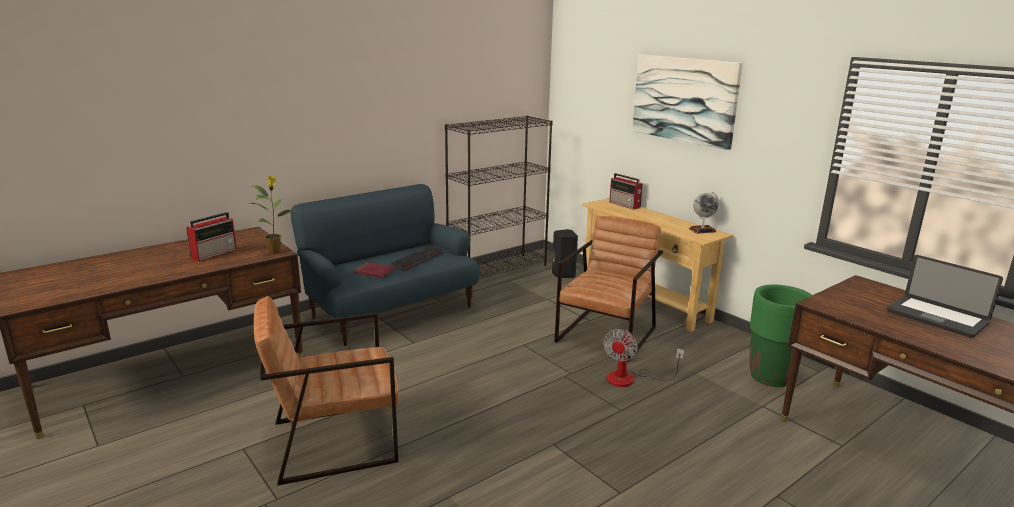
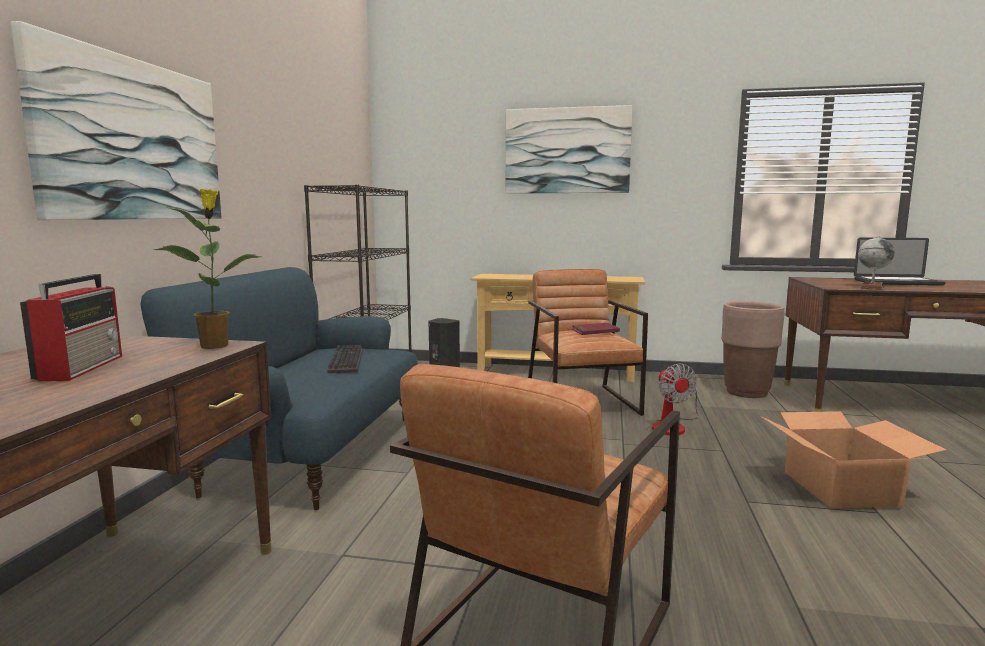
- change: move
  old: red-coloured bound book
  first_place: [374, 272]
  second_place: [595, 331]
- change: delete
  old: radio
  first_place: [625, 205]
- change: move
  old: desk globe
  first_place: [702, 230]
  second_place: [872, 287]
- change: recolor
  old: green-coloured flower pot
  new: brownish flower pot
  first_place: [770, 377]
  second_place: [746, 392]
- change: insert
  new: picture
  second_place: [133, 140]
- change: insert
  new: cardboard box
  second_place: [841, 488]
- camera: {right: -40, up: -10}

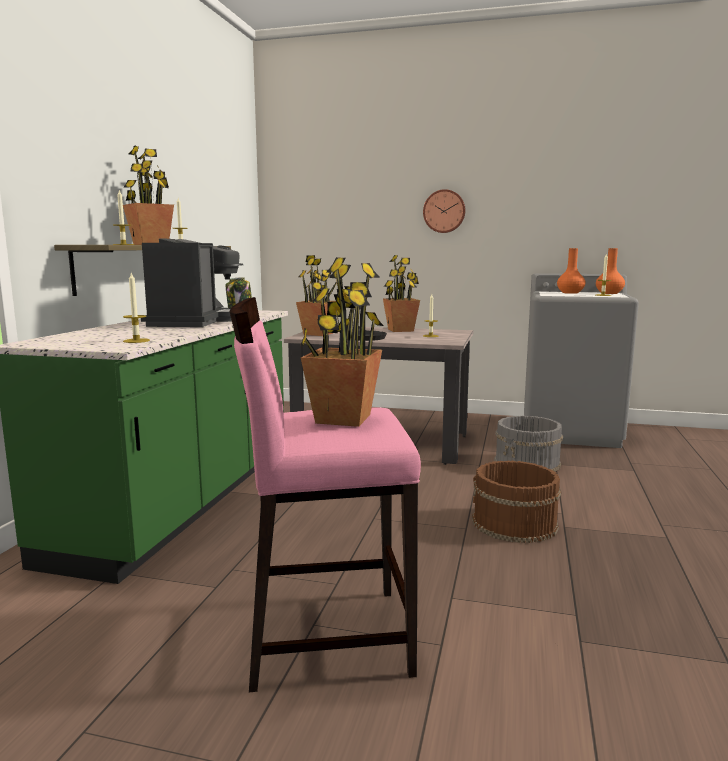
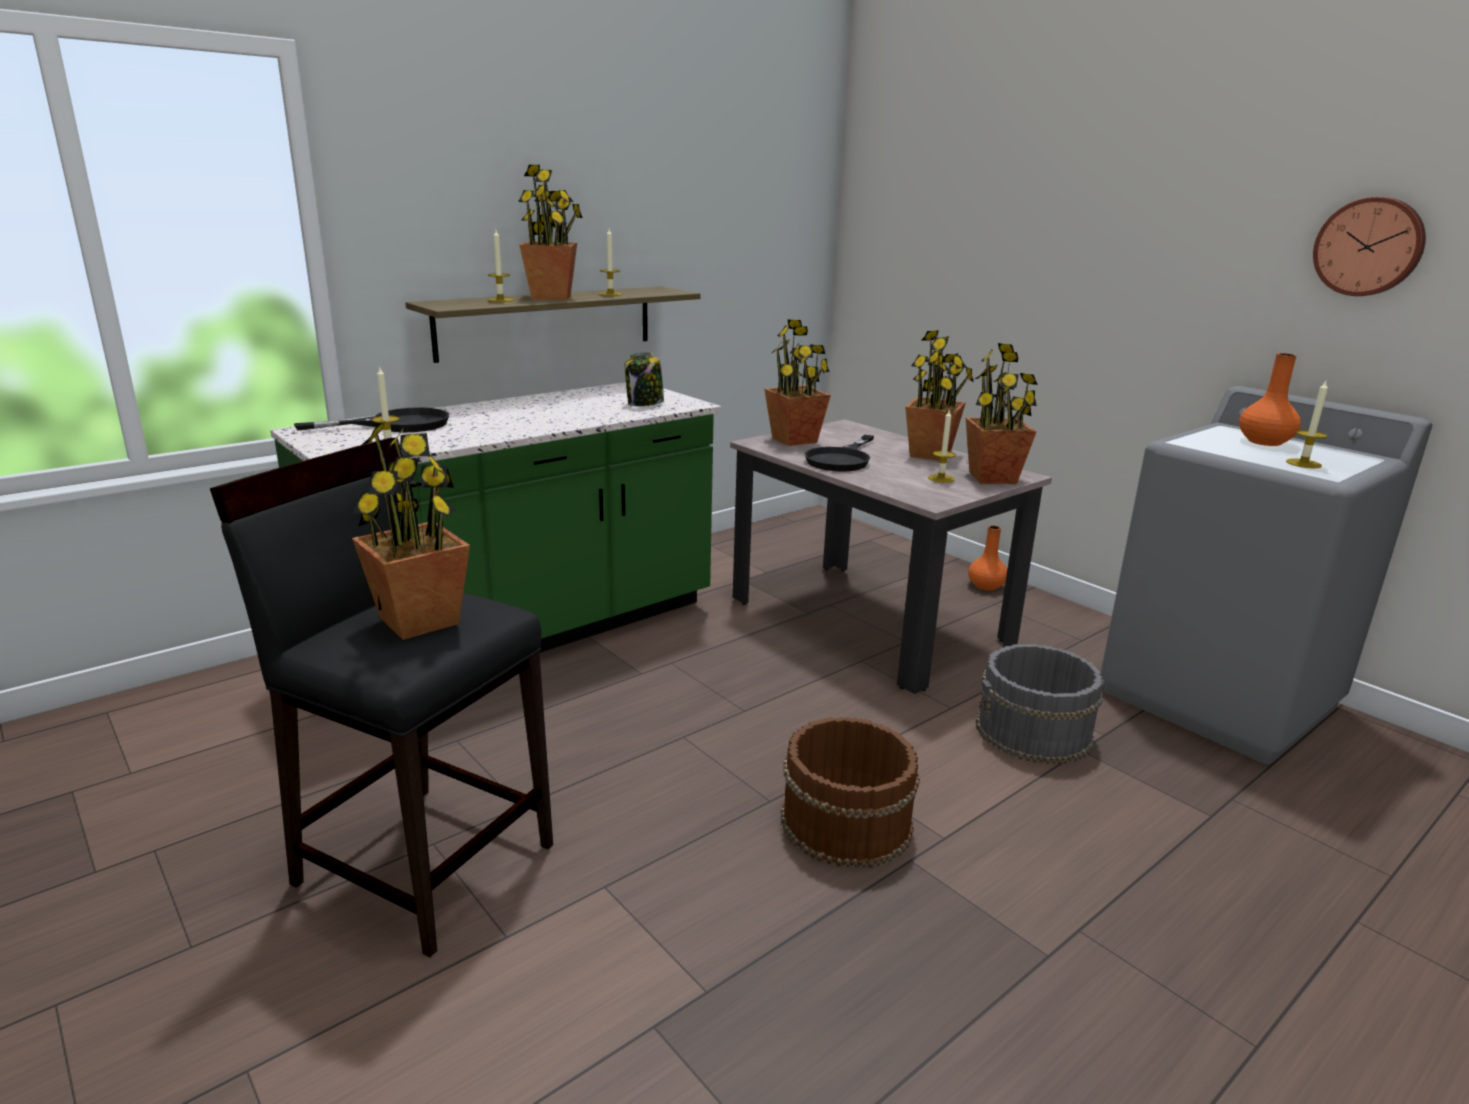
- change: delete
  old: coffee maker
  first_place: [194, 322]
- change: recolor
  old: pink-coloured stool seat
  new: black stool seat
  first_place: [325, 635]
  second_place: [425, 861]
- change: move
  old: clock on the wall
  first_place: [444, 211]
  second_place: [1369, 247]
- change: move
  old: orange flower vase
  first_place: [609, 293]
  second_place: [986, 586]
- change: insert
  new: black frying pan
  second_place: [396, 425]
- change: insert
  new: potted plant
  second_place: [993, 478]
- camera: {right: 35, up: 10}

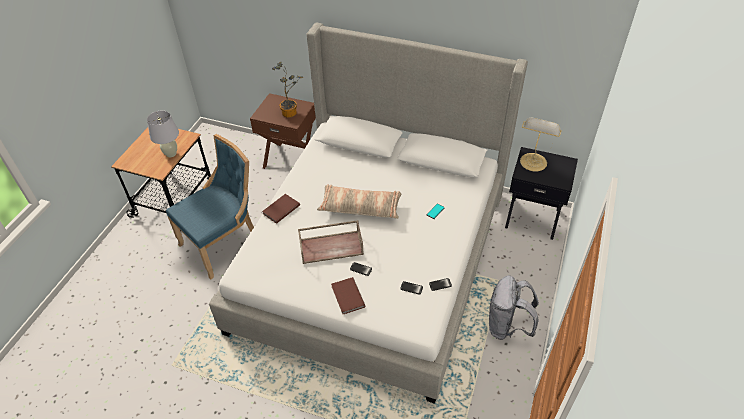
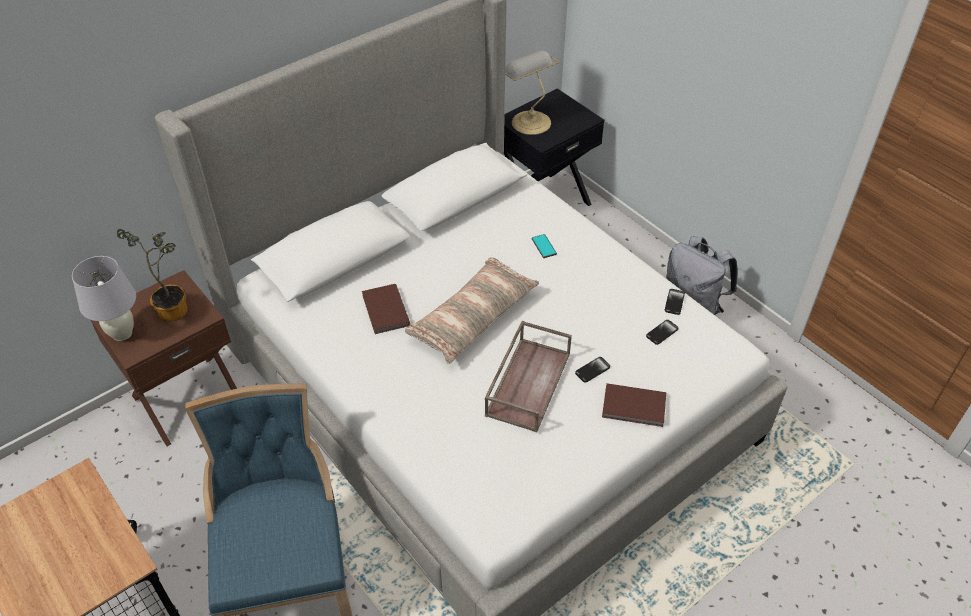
- change: move
  old: whitish tabletop lamp
  first_place: [171, 154]
  second_place: [122, 333]
- change: move
  old: brownish bound book
  first_place: [280, 209]
  second_place: [384, 311]
- camera: {right: -60, up: 0}

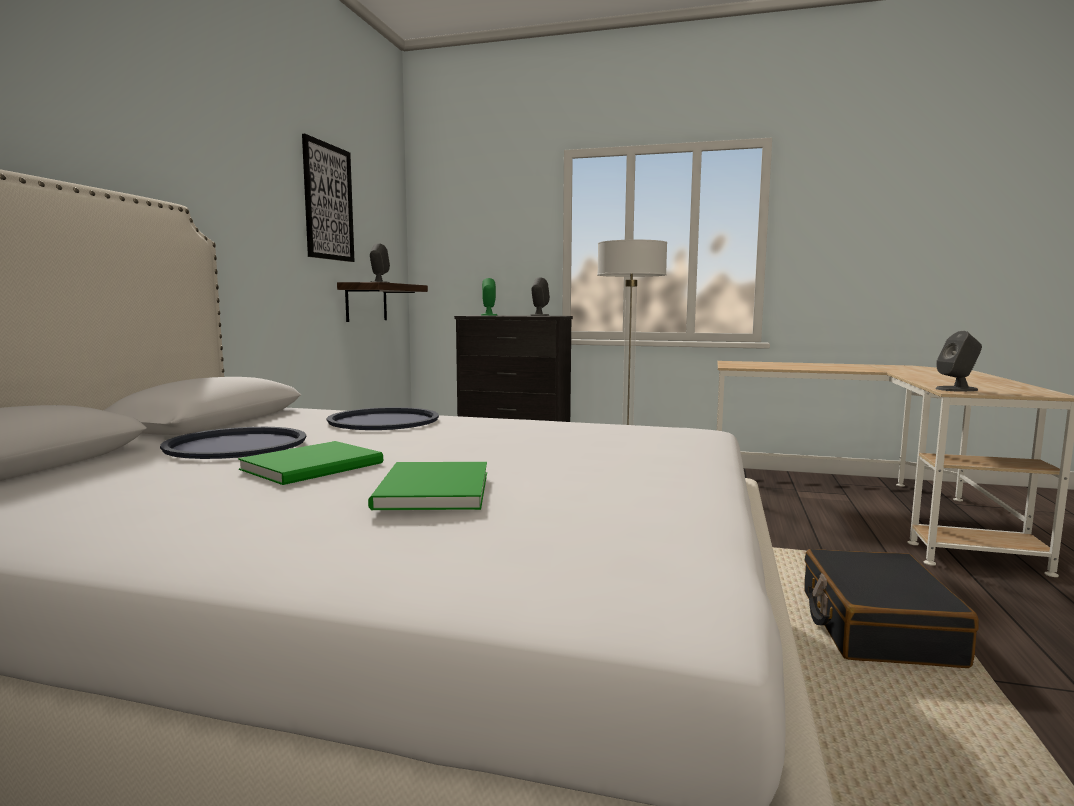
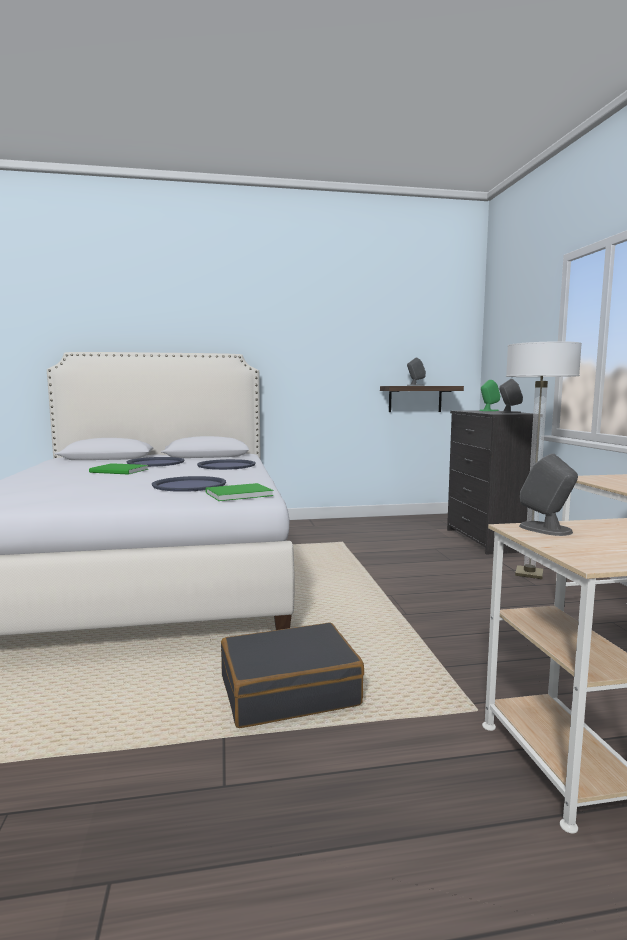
- change: delete
  old: picture
  first_place: [328, 202]
- change: move
  old: green-coloured bound book
  first_place: [429, 491]
  second_place: [236, 494]
- change: insert
  new: blue-coloured tray
  second_place: [189, 485]
- camera: {right: 65, up: 0}

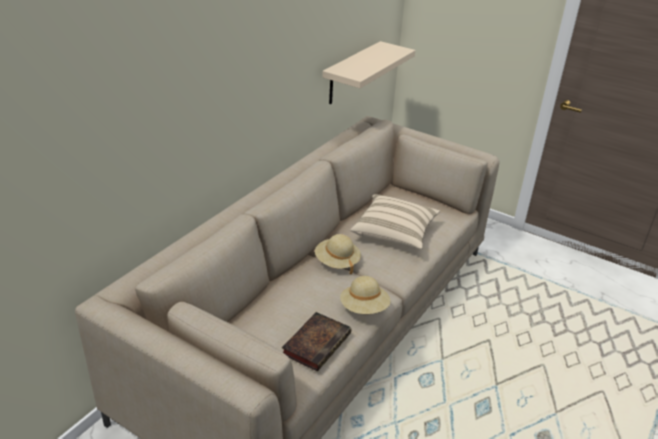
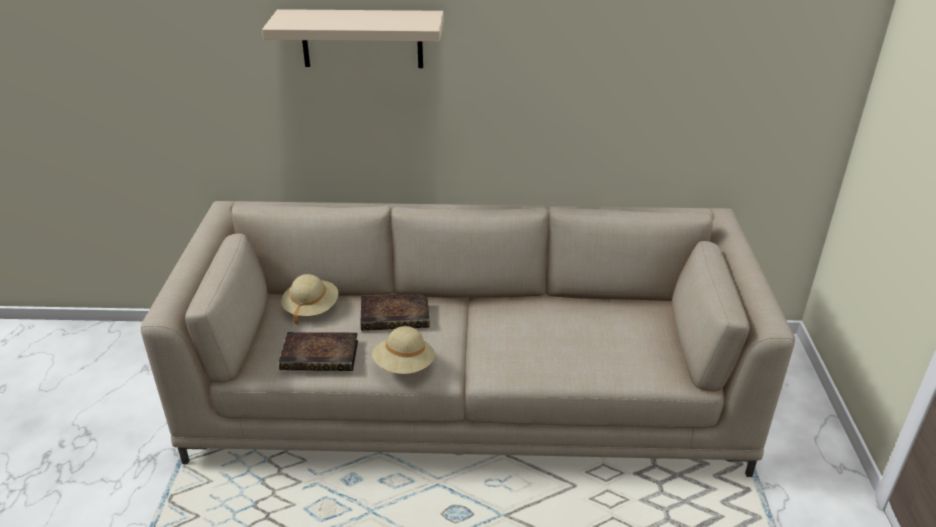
- change: move
  old: beige wearable hat
  first_place: [337, 262]
  second_place: [311, 308]
- change: move
  old: beige shelf
  first_place: [351, 73]
  second_place: [362, 38]
- change: delete
  old: beige cushion
  first_place: [394, 233]
- change: insert
  new: bound book
  second_place: [397, 315]
- camera: {right: 60, up: 0}

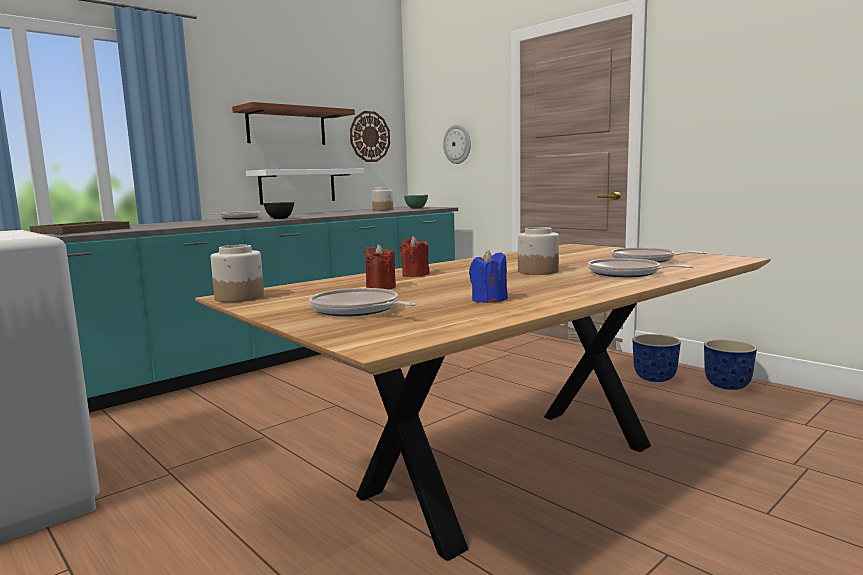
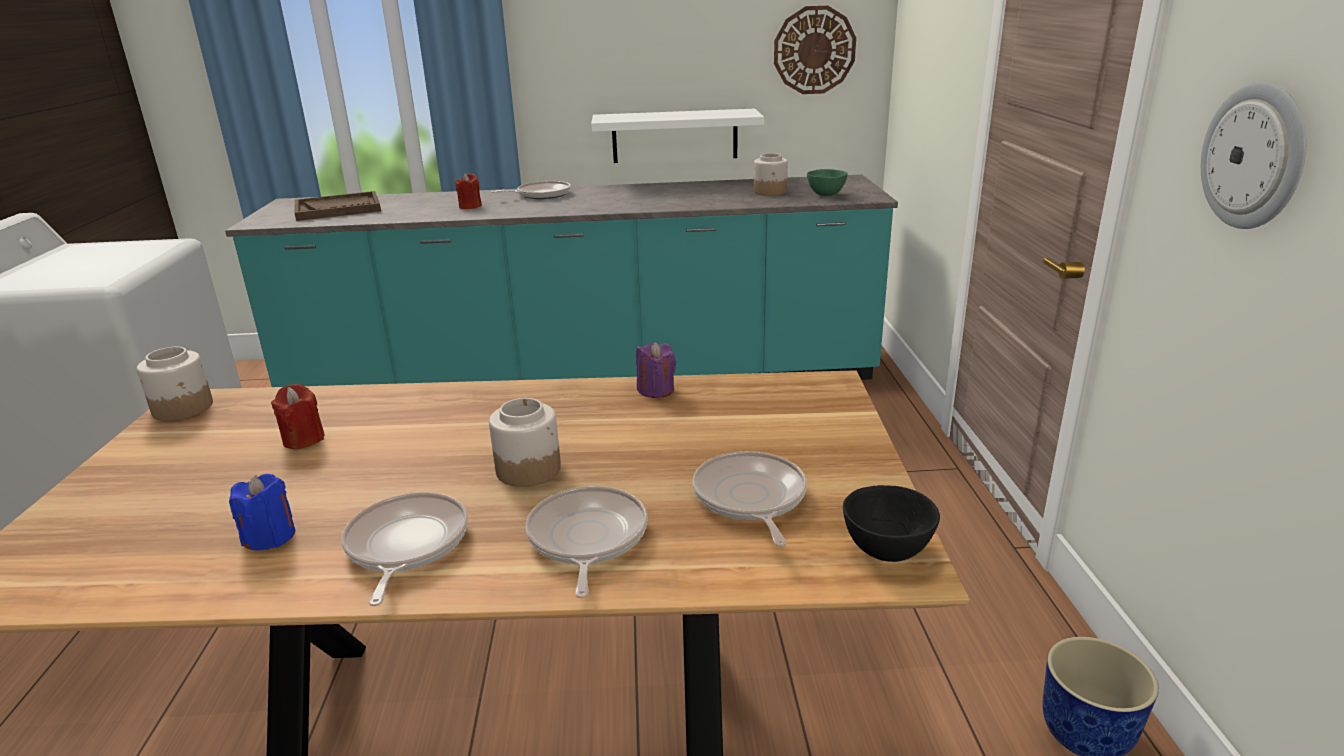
- change: delete
  old: brownish shelf
  first_place: [286, 127]
- change: move
  old: black serving bowl
  first_place: [279, 219]
  second_place: [885, 550]
- change: move
  old: frying pan
  first_place: [357, 310]
  second_place: [405, 546]
- change: move
  old: red-coloured wax candle
  first_place: [415, 274]
  second_place: [470, 206]
- change: move
  old: clock on the wall
  first_place: [457, 144]
  second_place: [1254, 156]
- change: delete
  old: flower pot
  first_place: [653, 378]
- change: insert
  new: purple wax candle
  second_place: [656, 390]
- camera: {right: 40, up: 15}

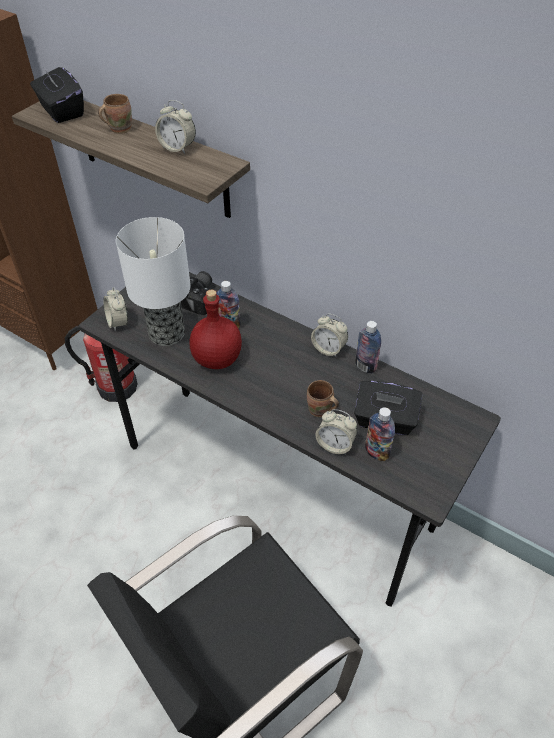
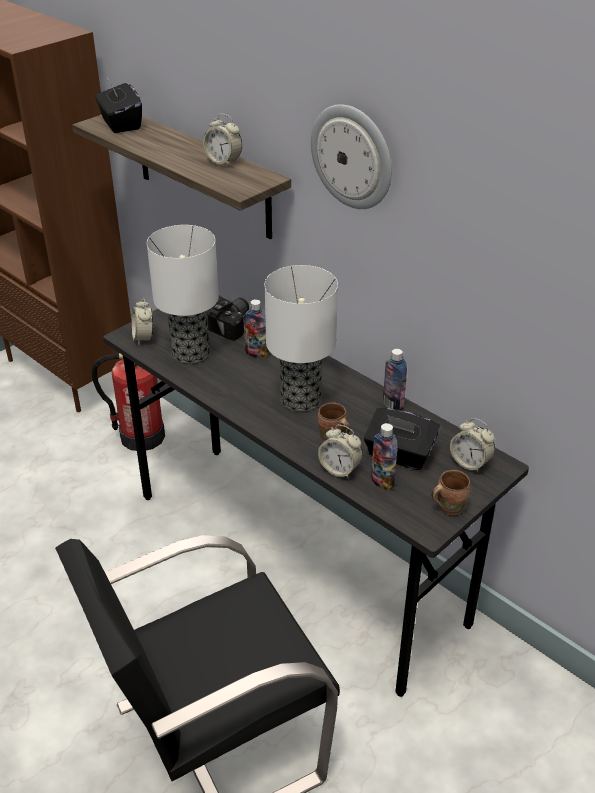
- change: move
  old: brownish tea mug
  first_place: [119, 128]
  second_place: [448, 506]
- change: delete
  old: red-coloured beverage bottle
  first_place: [218, 359]
- change: move
  old: bedside clock
  first_place: [328, 349]
  second_place: [470, 463]
- change: insert
  new: tabletop lamp
  second_place: [301, 398]
- change: insert
  new: clock on the wall
  second_place: [352, 156]
- camera: {right: 10, up: -10}

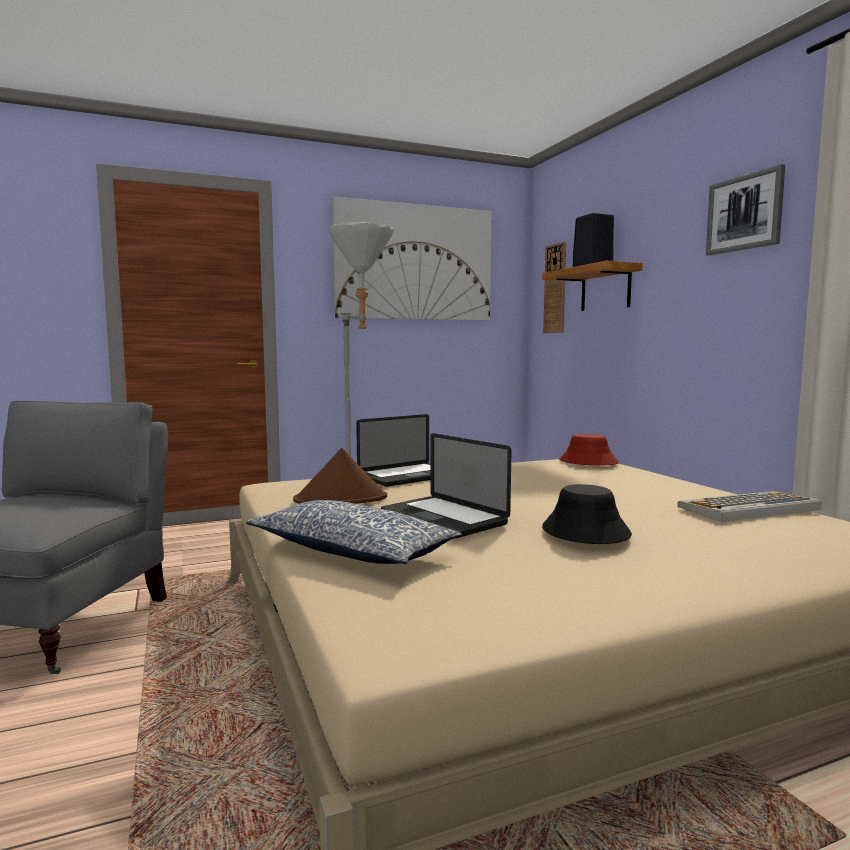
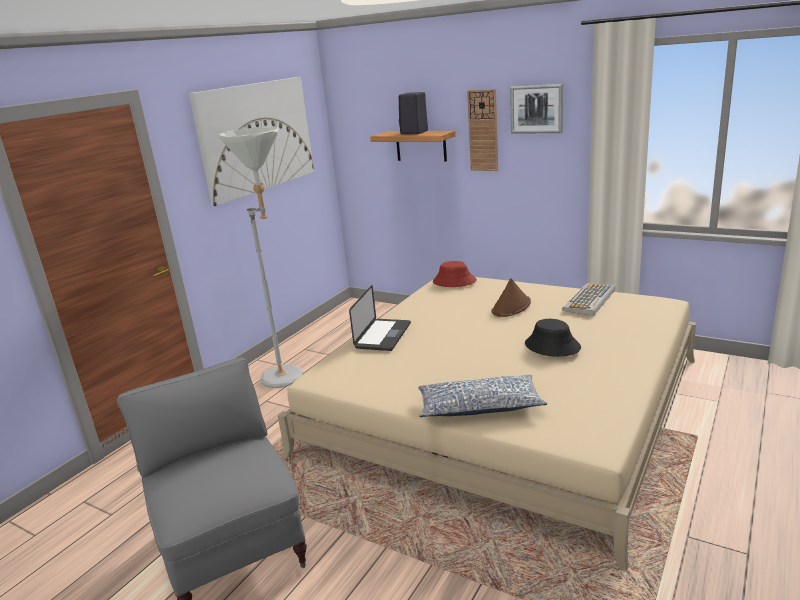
- change: move
  old: brownish wearable hat
  first_place: [341, 499]
  second_place: [511, 307]
- change: delete
  old: notebook computer
  first_place: [443, 518]
- change: move
  old: clock on the wall
  first_place: [555, 289]
  second_place: [483, 130]
- camera: {right: -35, up: 15}

